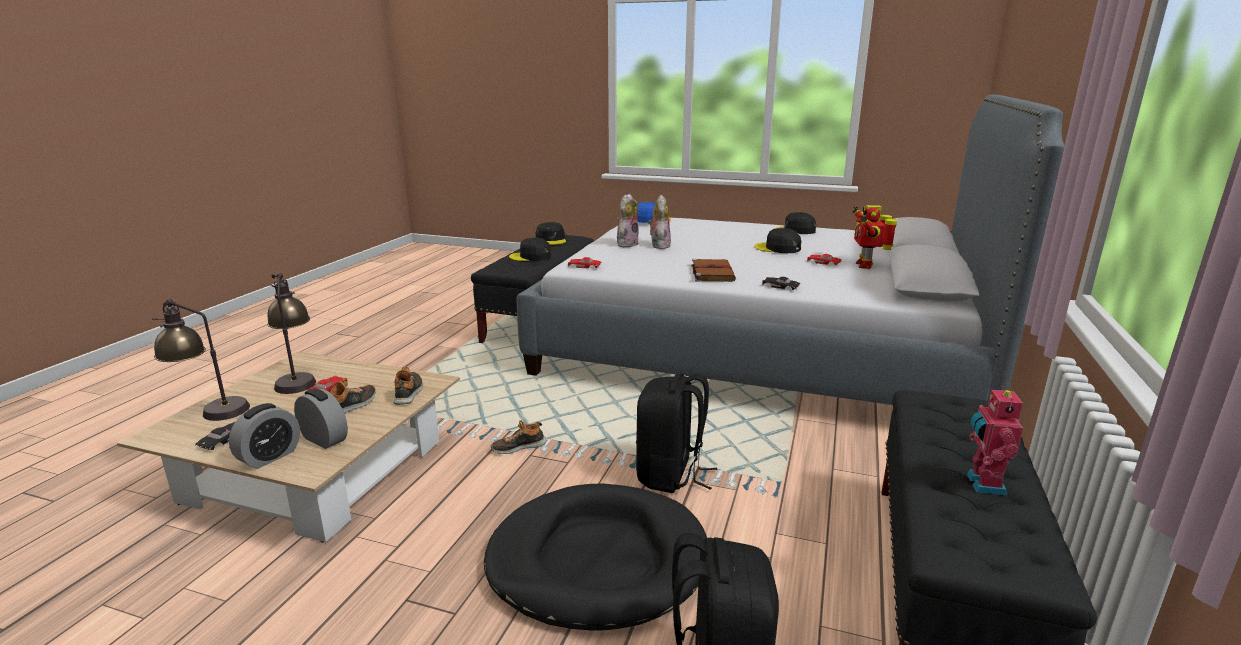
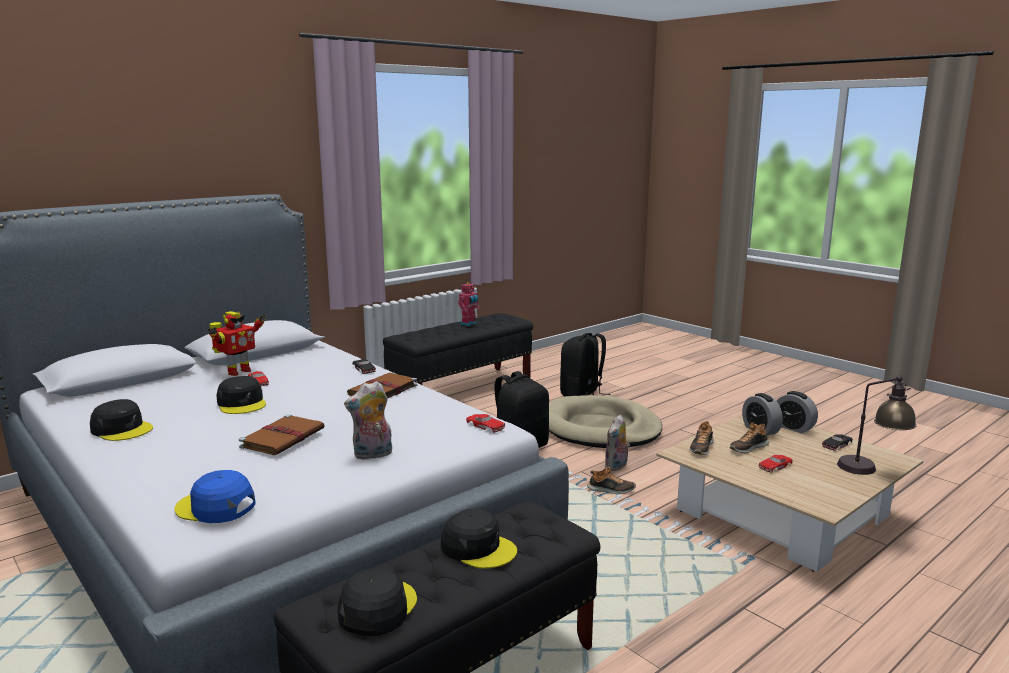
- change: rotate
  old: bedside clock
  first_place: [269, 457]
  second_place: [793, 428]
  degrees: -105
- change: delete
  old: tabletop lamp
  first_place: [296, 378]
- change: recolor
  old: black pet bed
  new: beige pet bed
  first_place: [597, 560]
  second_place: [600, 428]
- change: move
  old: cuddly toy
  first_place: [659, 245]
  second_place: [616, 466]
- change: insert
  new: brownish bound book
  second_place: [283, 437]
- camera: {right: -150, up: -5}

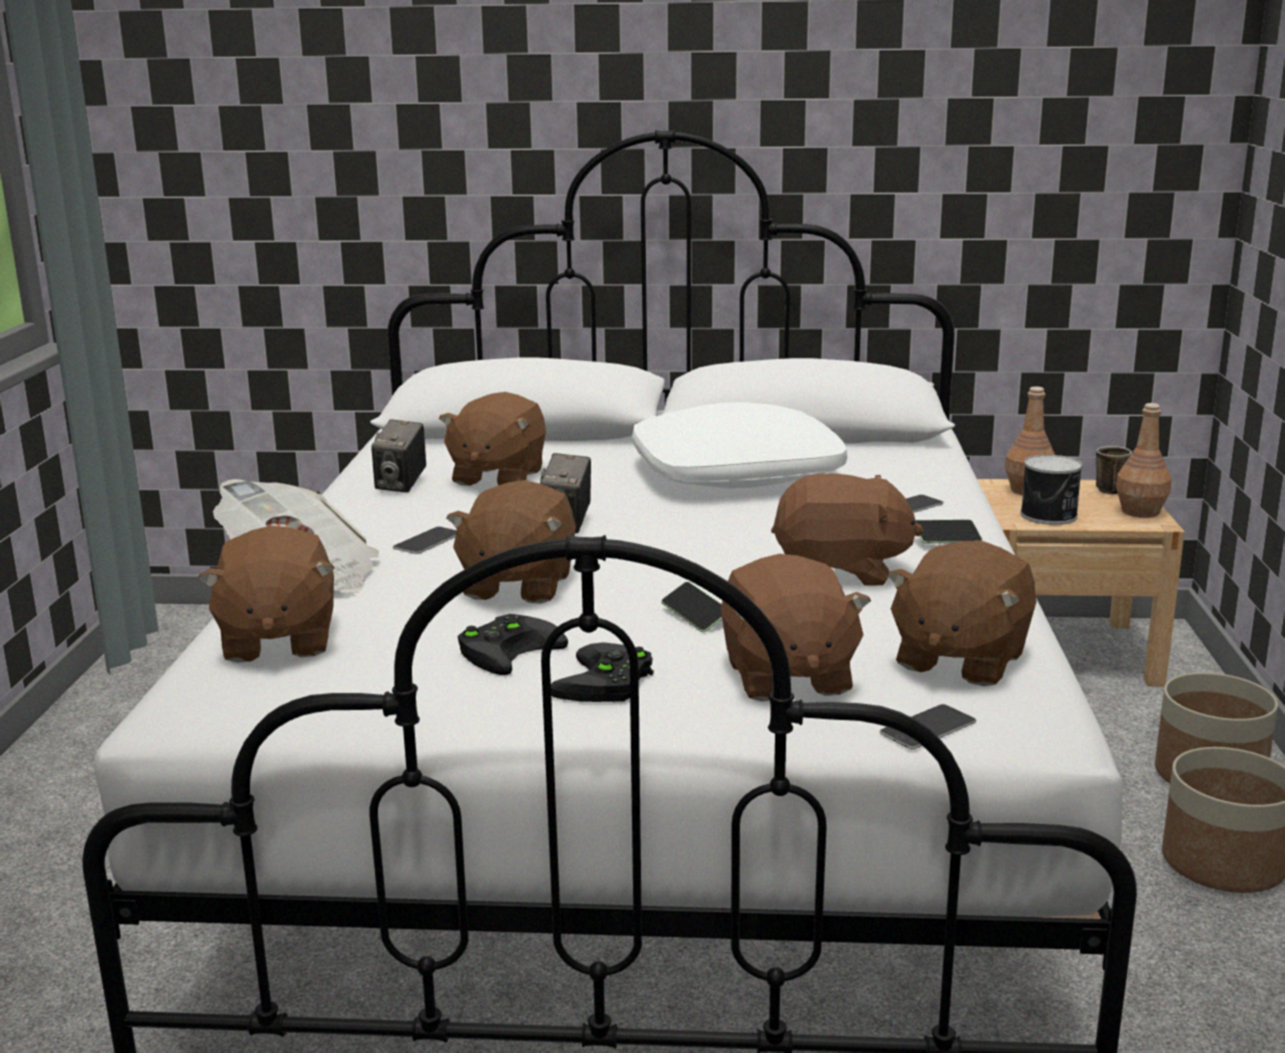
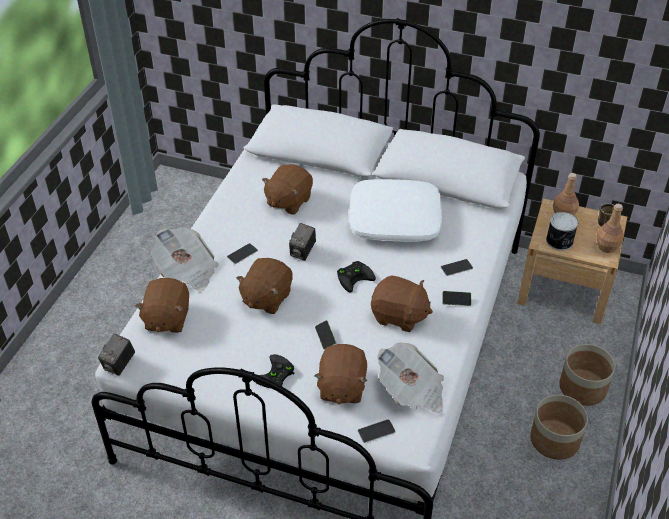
- change: move
  old: still camera
  first_place: [401, 485]
  second_place: [119, 365]
- change: move
  old: black joypad
  first_place: [509, 649]
  second_place: [354, 277]
- change: replace
  old: brownish cuddly toy
  new: newspaper
  first_place: [959, 659]
  second_place: [411, 391]
- camera: {right: 15, up: 25}

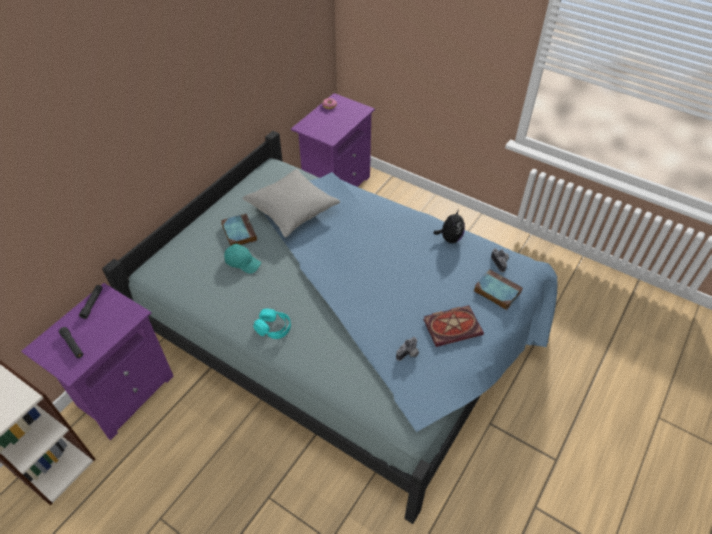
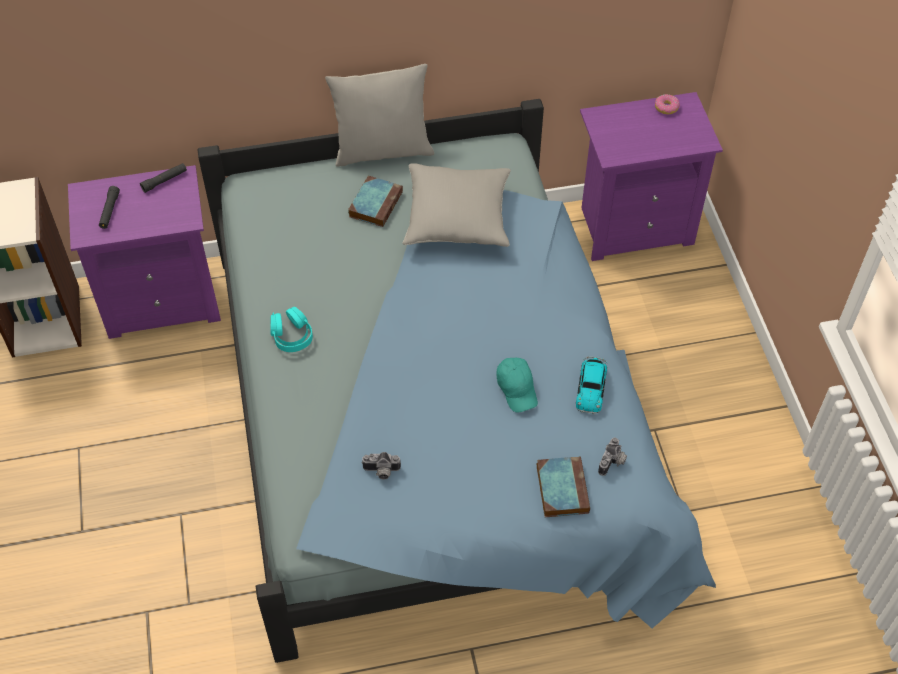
- change: move
  old: turquoise peaked cap
  first_place: [242, 262]
  second_place: [517, 388]
- change: delete
  old: bound book
  first_place: [453, 326]
- change: replace
  old: cuddly toy
  new: model car
  first_place: [450, 238]
  second_place: [591, 387]
- change: insert
  new: greyish cushion
  second_place: [383, 150]
- camera: {right: 45, up: 5}

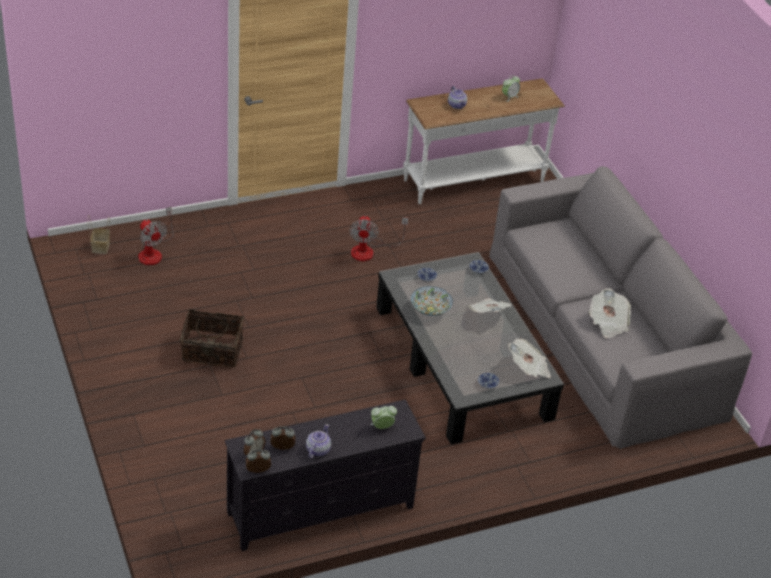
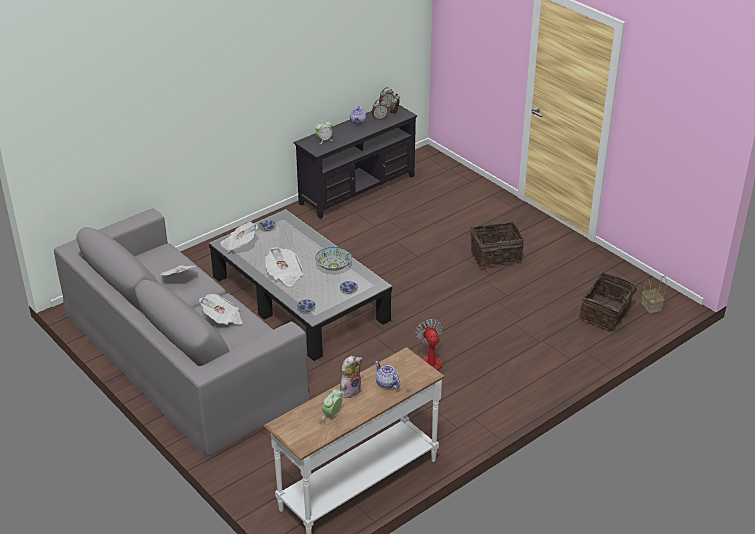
- change: replace
  old: cooling fan
  new: storage basket
  first_place: [153, 252]
  second_place: [606, 314]
- change: insert
  new: newspaper
  second_place: [222, 319]
- change: insert
  new: cuddly toy
  second_place: [350, 390]
- camera: {right: 165, up: -5}

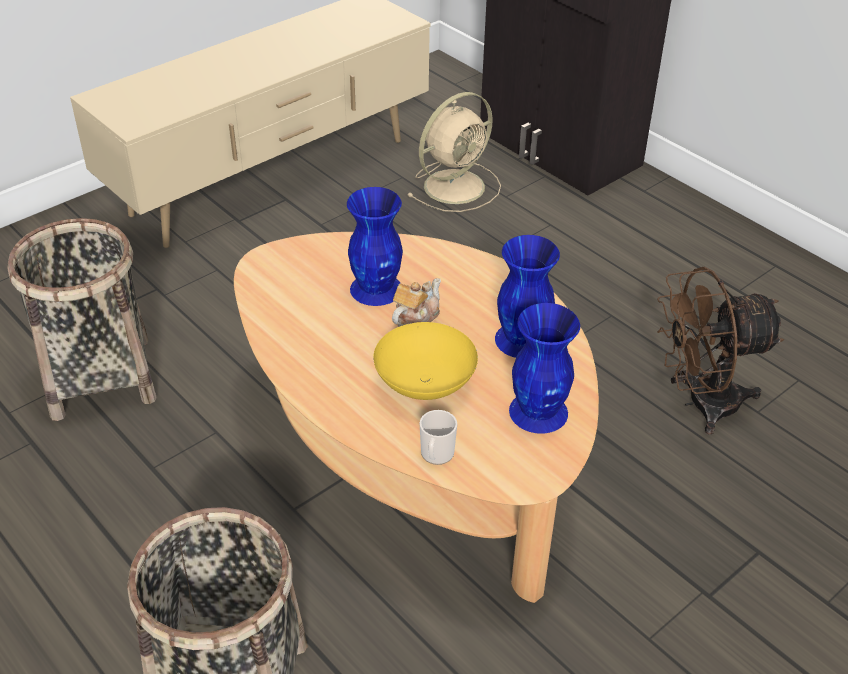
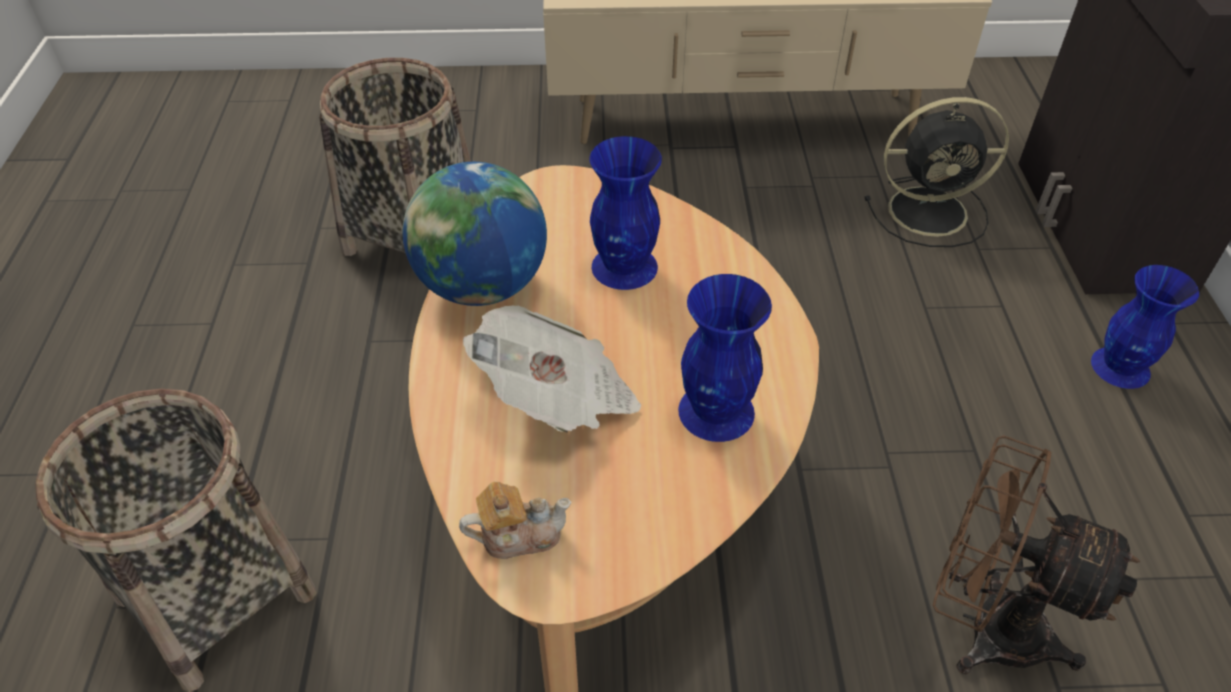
- change: replace
  old: yellowish serving bowl
  new: newspaper
  first_place: [426, 383]
  second_place: [558, 398]
- change: move
  old: pot for tea
  first_place: [415, 318]
  second_place: [518, 535]
- change: recolor
  old: beige cooling fan
  new: black cooling fan
  first_place: [456, 185]
  second_place: [931, 211]
- change: delete
  old: tea mug
  first_place: [436, 455]
- change: move
  old: blue-coloured flower vase
  first_place: [539, 412]
  second_place: [1121, 368]
- change: insert
  new: desk globe
  second_place: [482, 286]
- camera: {right: 40, up: 5}

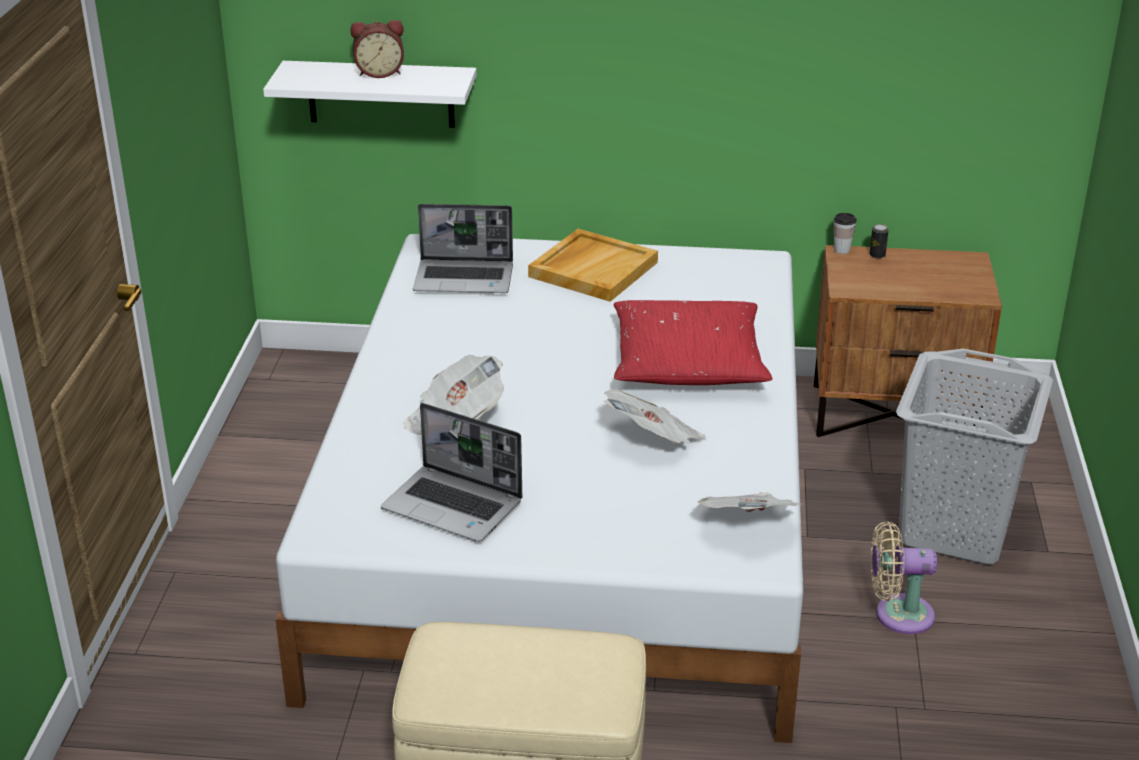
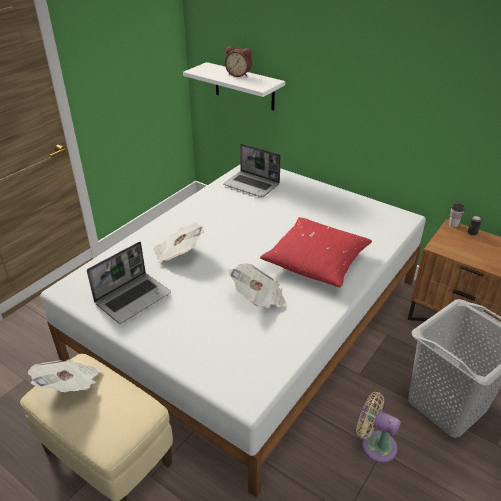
- change: rotate
  old: notebook computer
  first_place: [454, 506]
  second_place: [133, 298]
  degrees: -105
- change: delete
  old: beige tray
  first_place: [593, 269]
- change: move
  old: newspaper
  first_place: [748, 524]
  second_place: [70, 386]
- camera: {right: 30, up: 5}

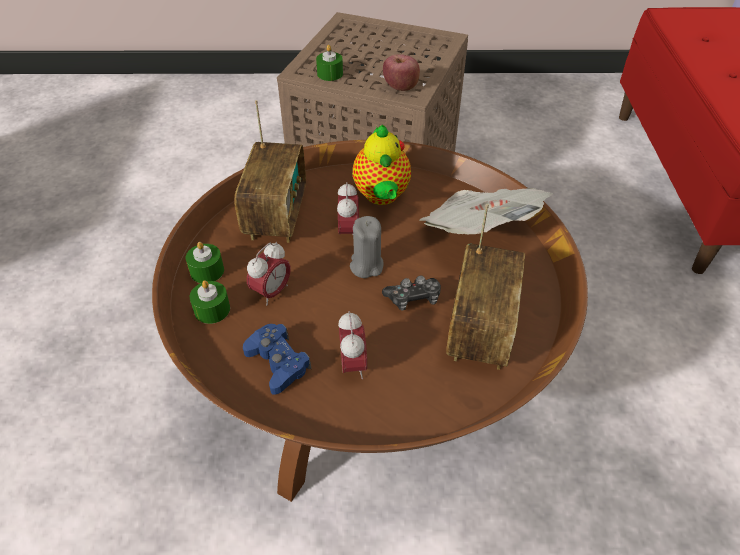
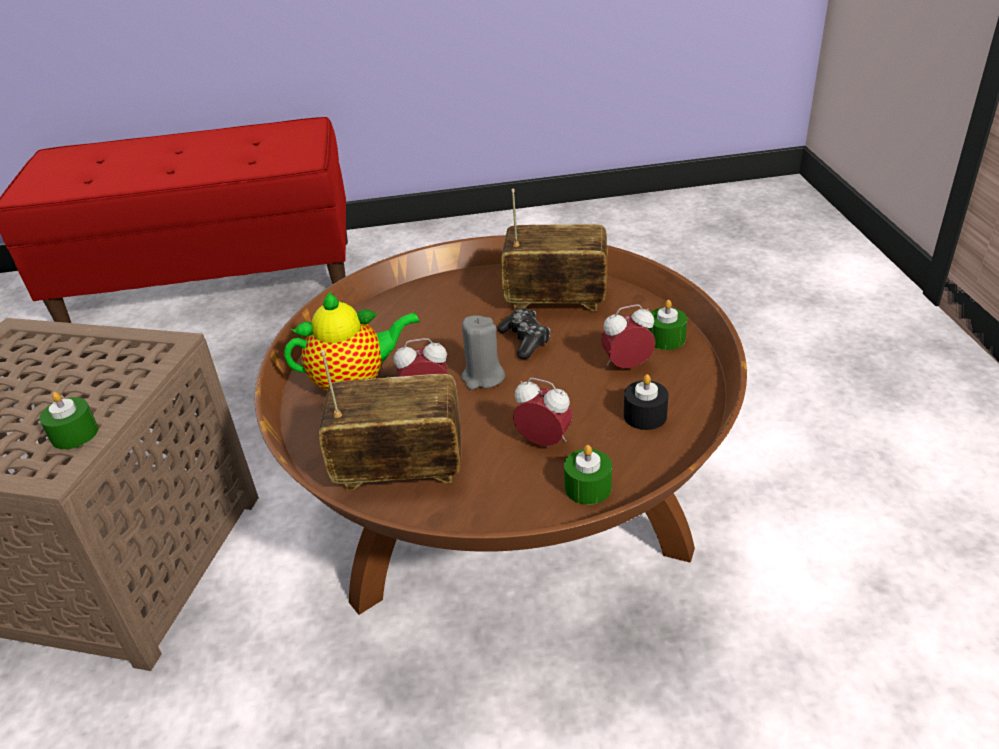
- change: move
  old: green-coloured wax candle
  first_place: [207, 271]
  second_place: [666, 339]
- change: replace
  old: blue-coloured joypad
  new: black wax candle
  first_place: [278, 362]
  second_place: [645, 415]
- change: delete
  old: whole apple
  first_place: [400, 87]
- change: delete
  old: newspaper
  first_place: [478, 231]
- camera: {right: -95, up: -10}

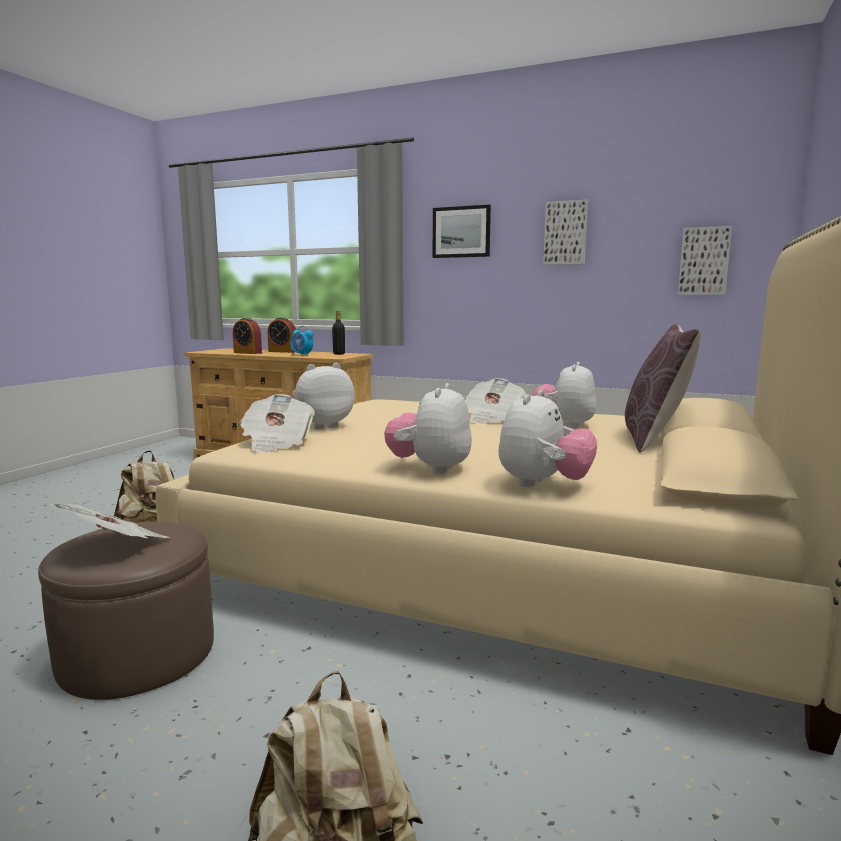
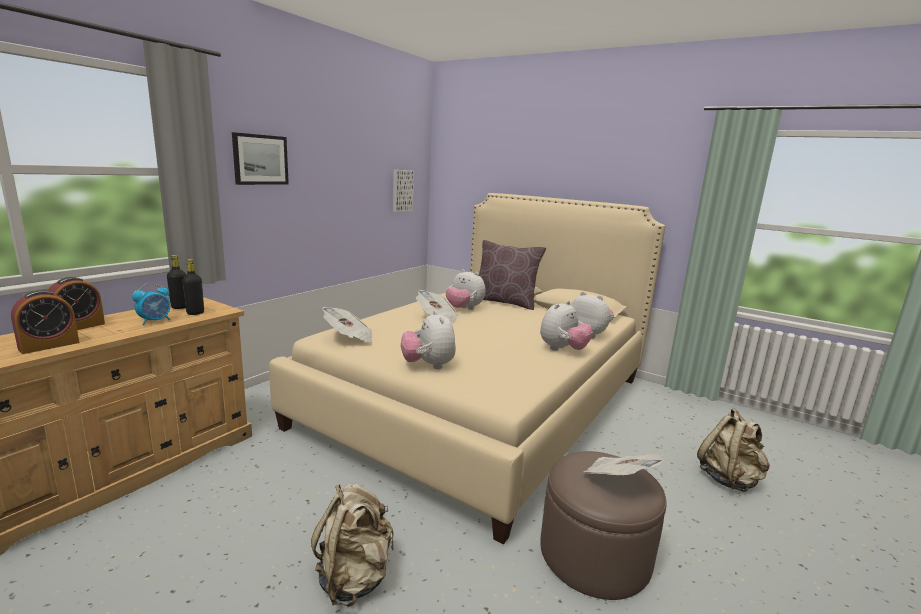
- change: move
  old: newspaper
  first_place: [277, 443]
  second_place: [349, 337]
- change: rotate
  old: cuddly toy
  first_place: [430, 468]
  second_place: [563, 350]
  degrees: -75
- change: delete
  old: picture
  first_place: [565, 233]
- change: insert
  new: black beverage bottle
  second_place: [195, 313]
- camera: {right: -80, up: 5}

